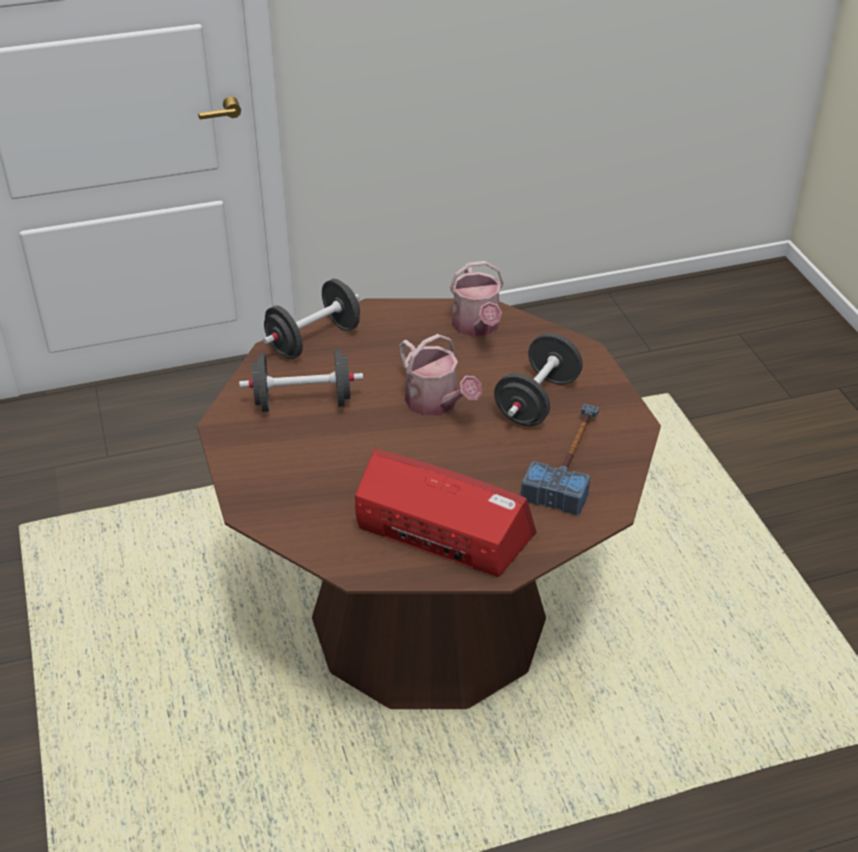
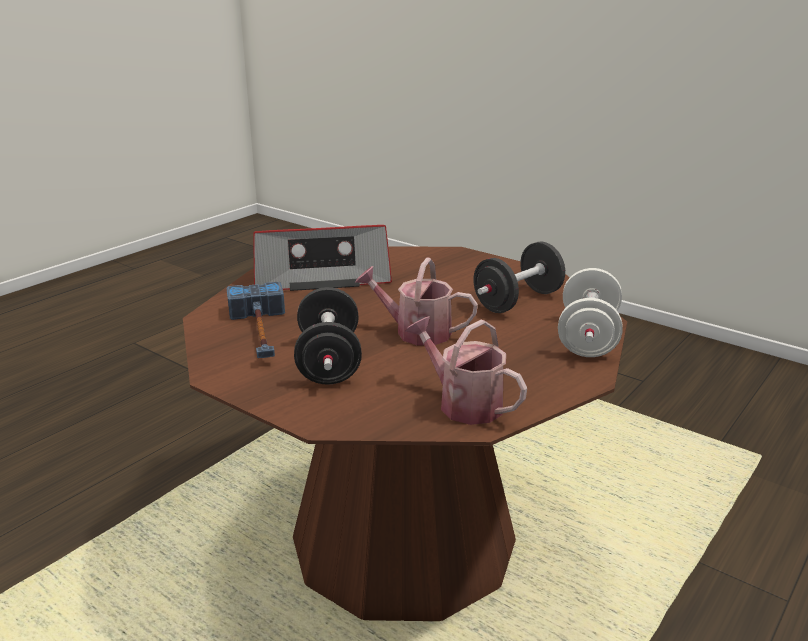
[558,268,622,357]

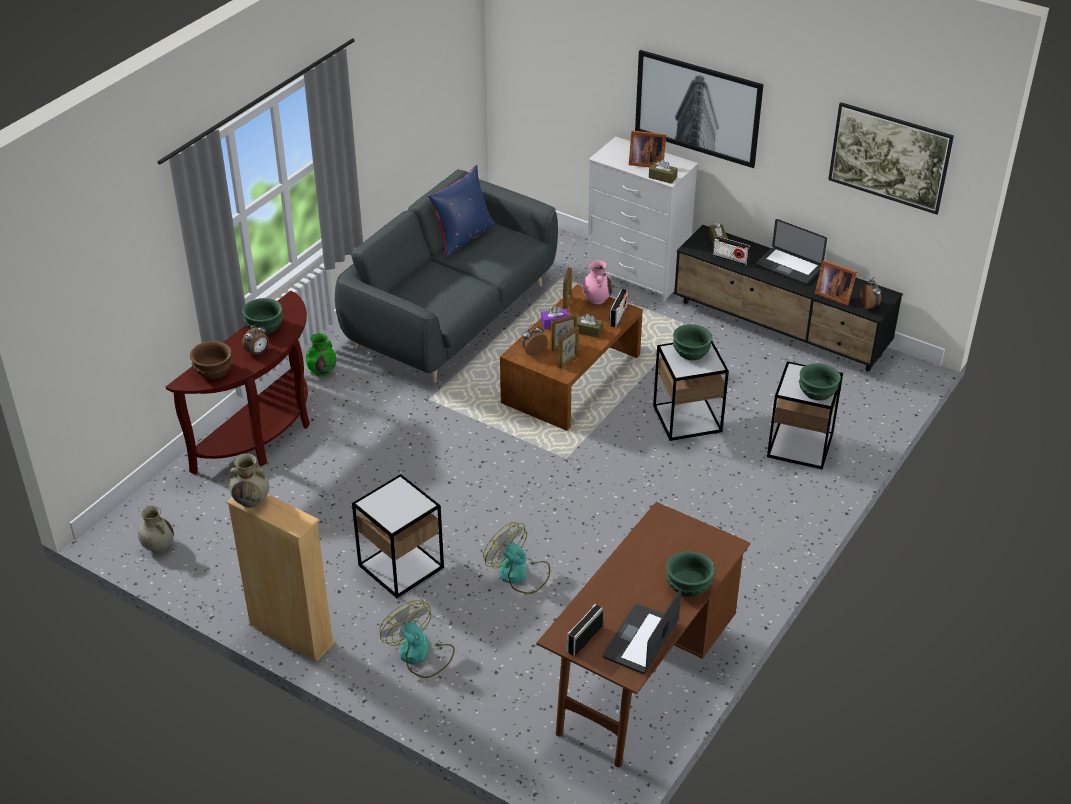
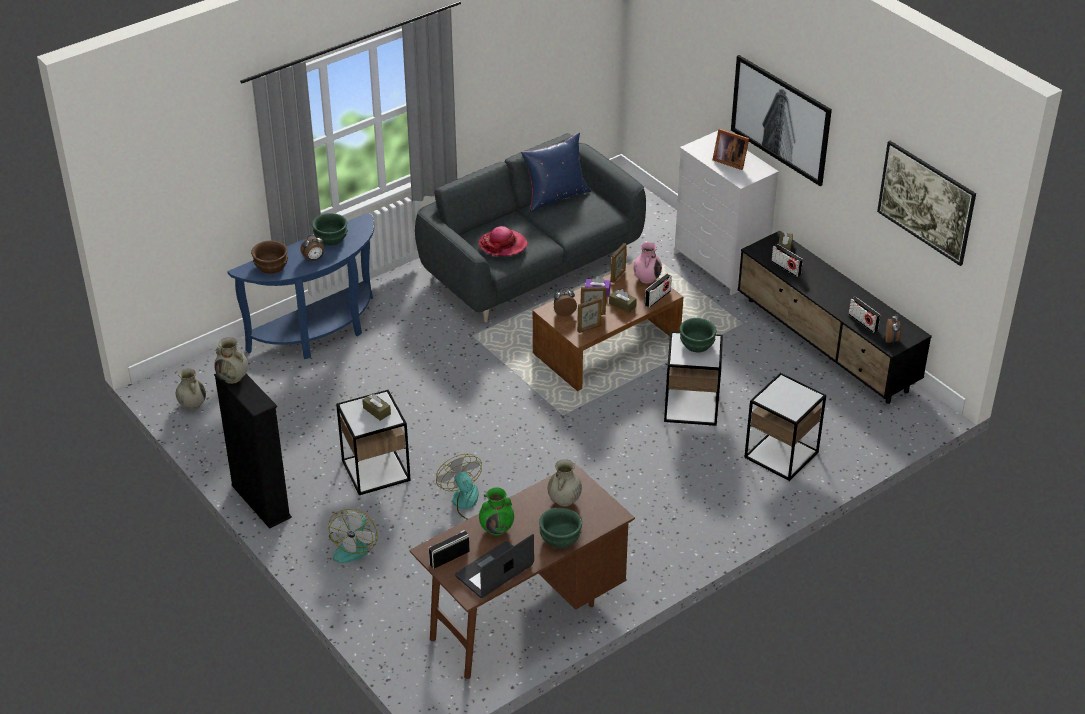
[756,219,827,285] (first image)
[799,363,841,401] (first image)
[478,226,528,256]
[548,459,582,507]
[479,487,514,536]
[362,393,391,421]
[848,297,880,333]
[227,212,374,359]
[214,374,292,529]
[328,509,377,563]

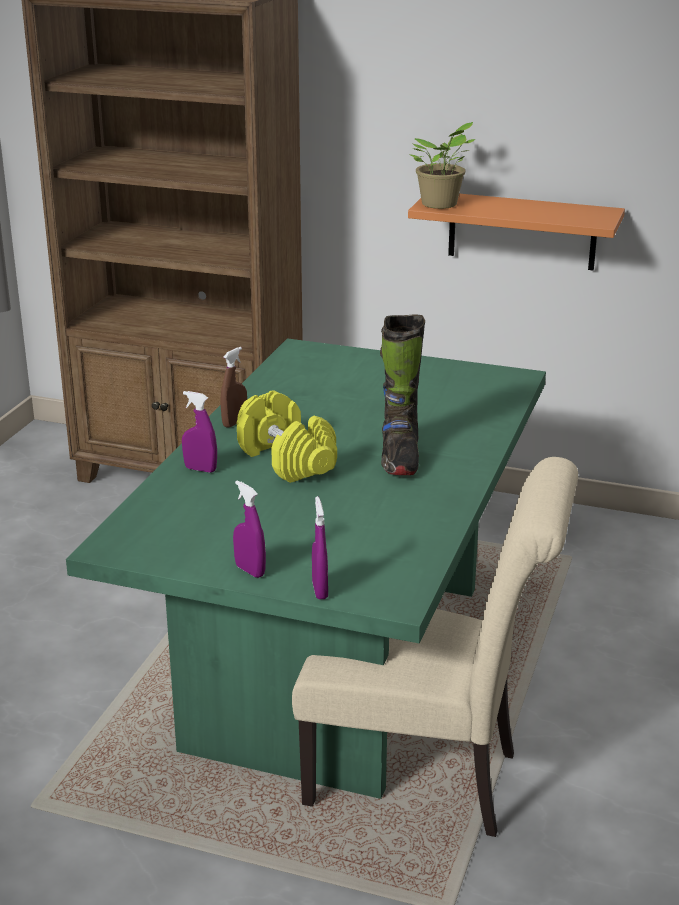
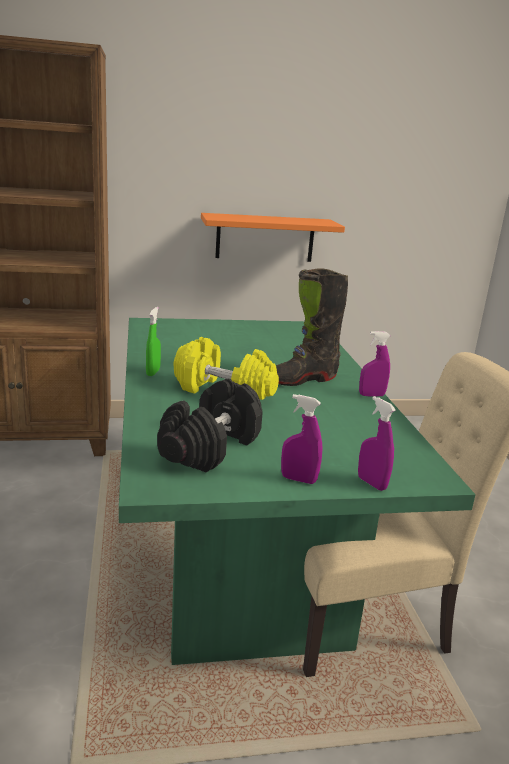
[409,122,475,209] (first image)
[157,379,263,472]
[359,331,391,396]
[146,307,161,376]
[276,268,348,386]

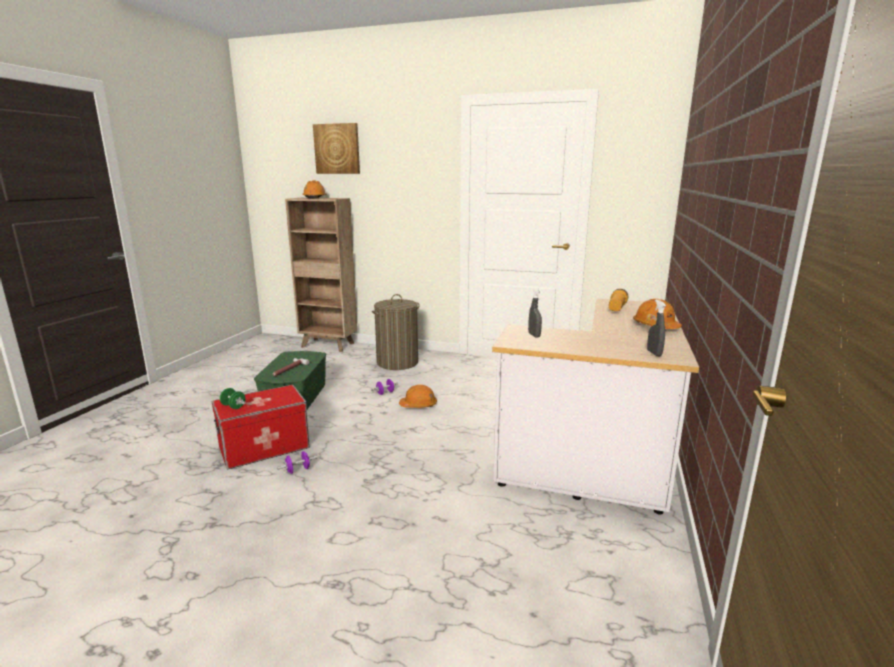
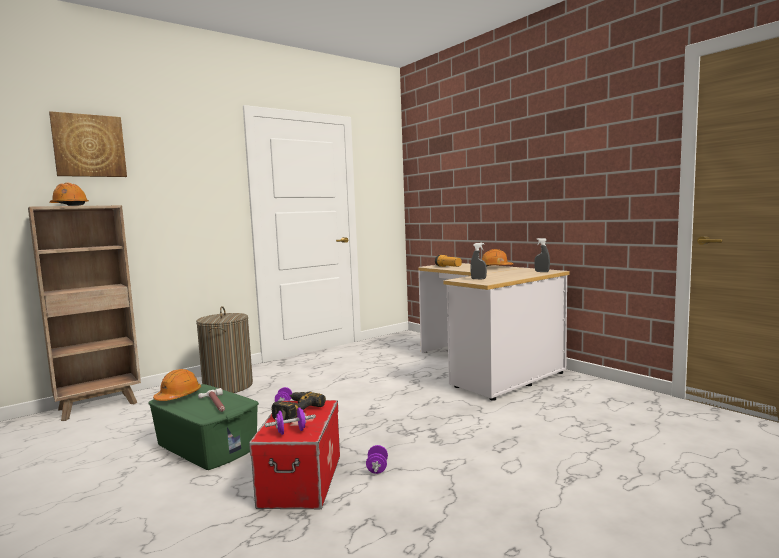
[271,391,326,423]
[153,369,201,401]
[265,407,316,435]

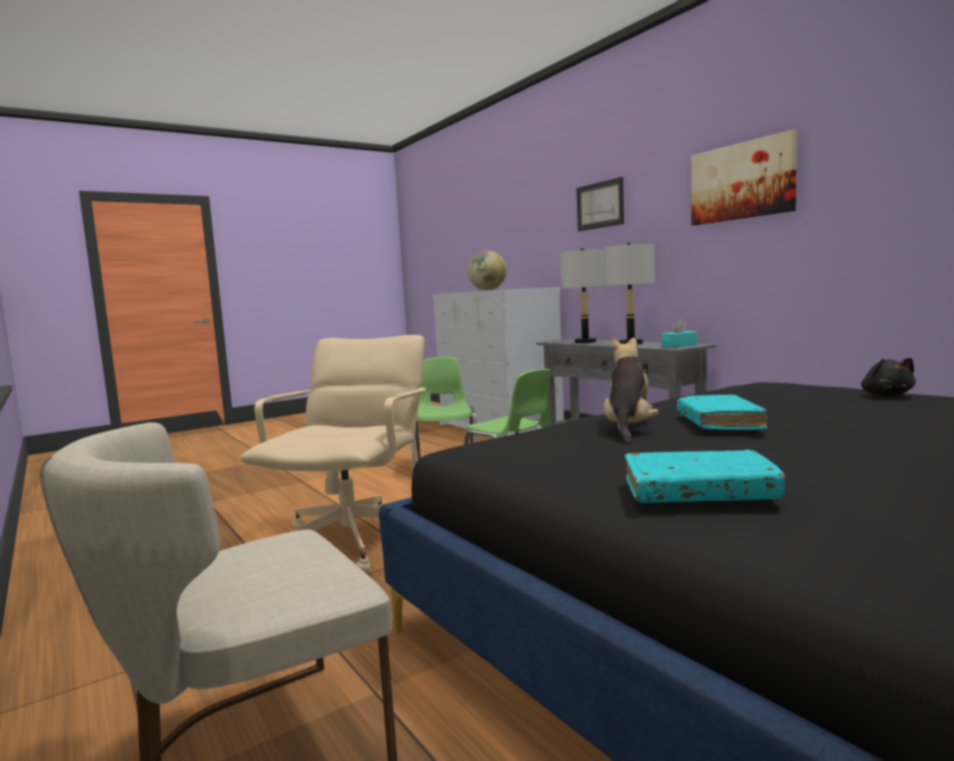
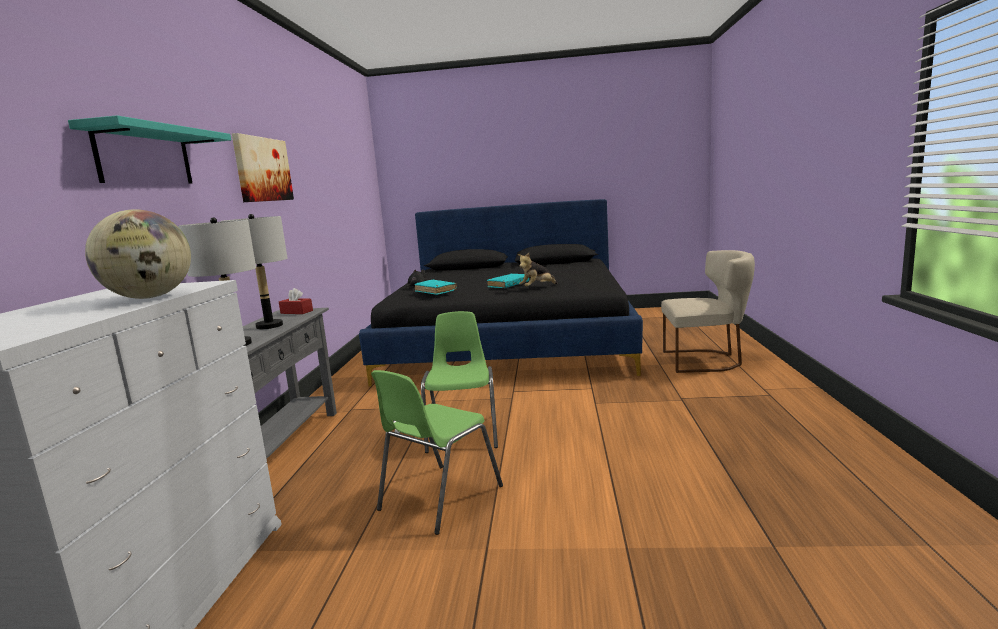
[240,335,426,573] (first image)
[415,280,457,295]
[68,115,231,184]
[279,288,313,314]

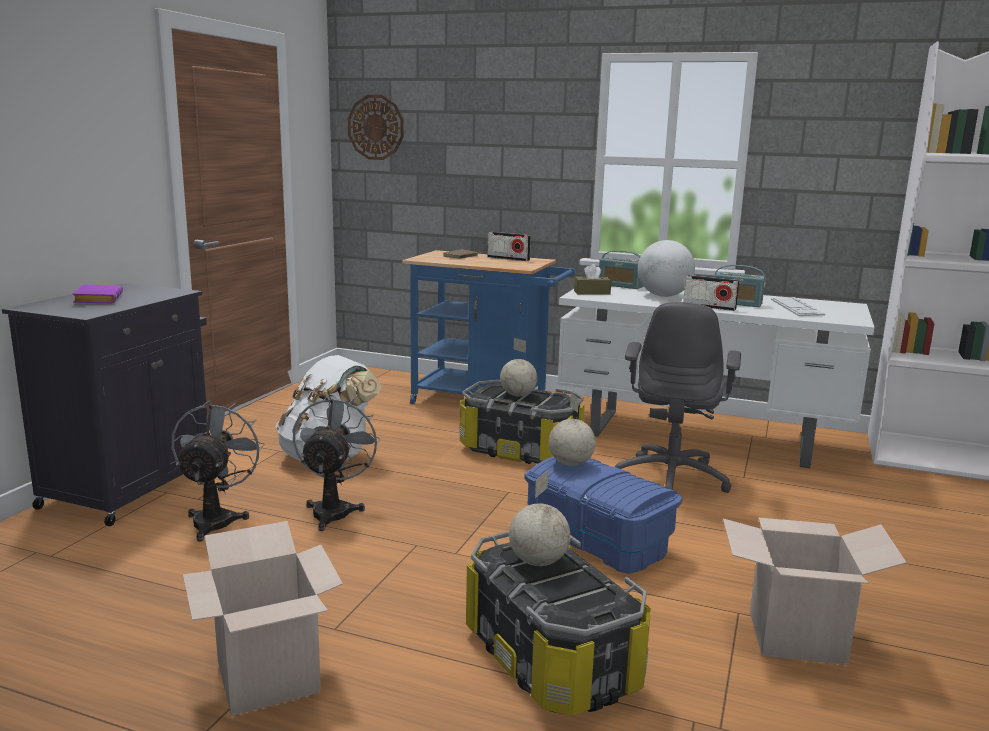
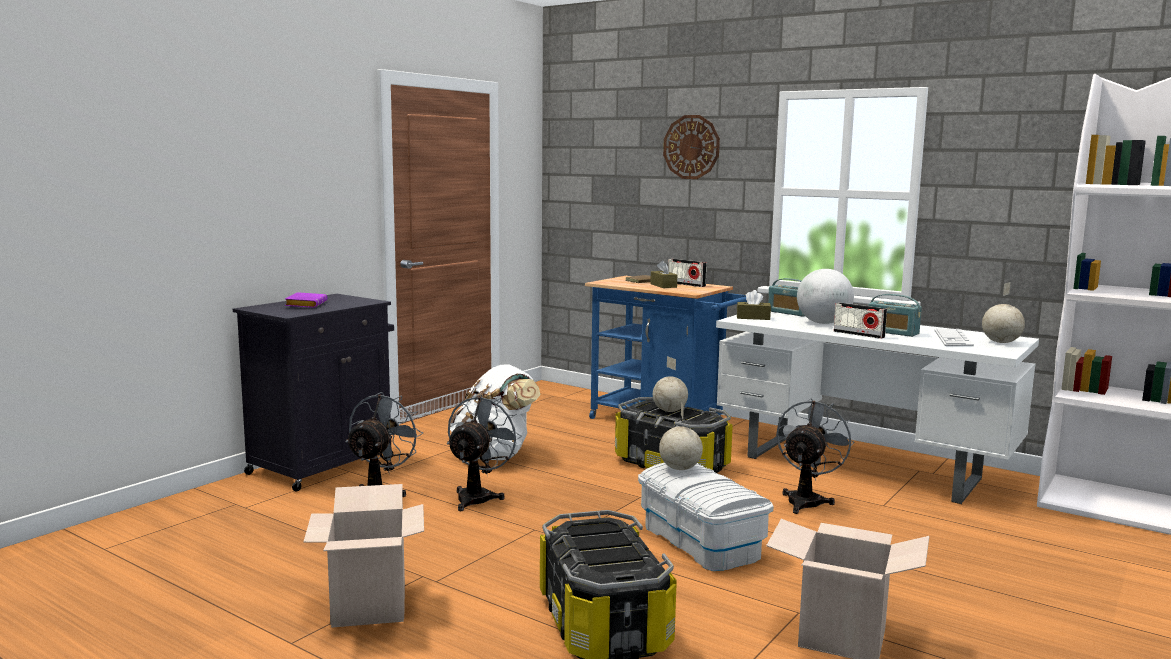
[650,260,677,288]
[663,115,720,179]
[982,282,1025,343]
[776,398,854,514]
[638,463,774,571]

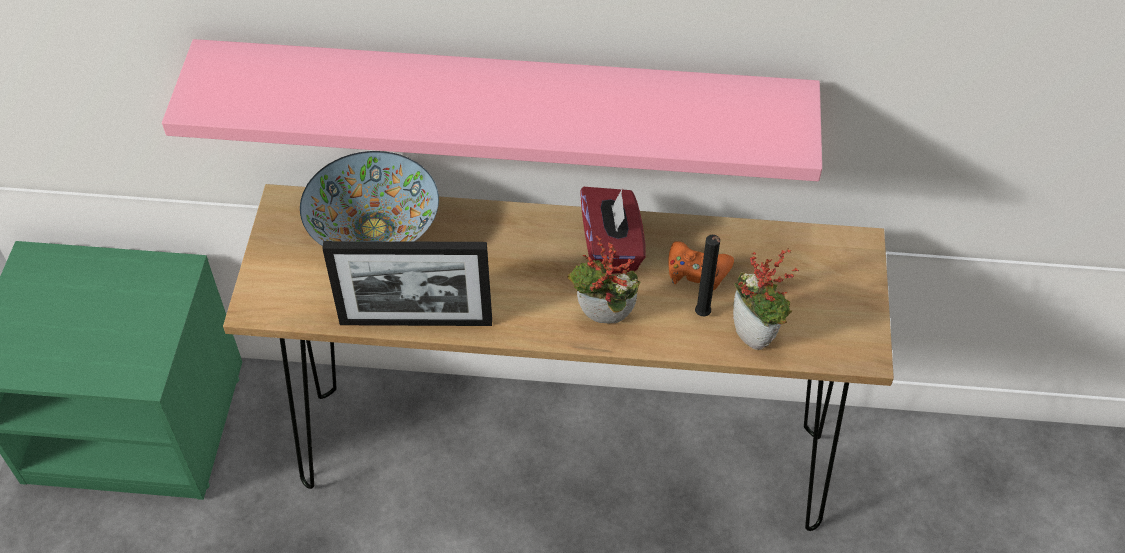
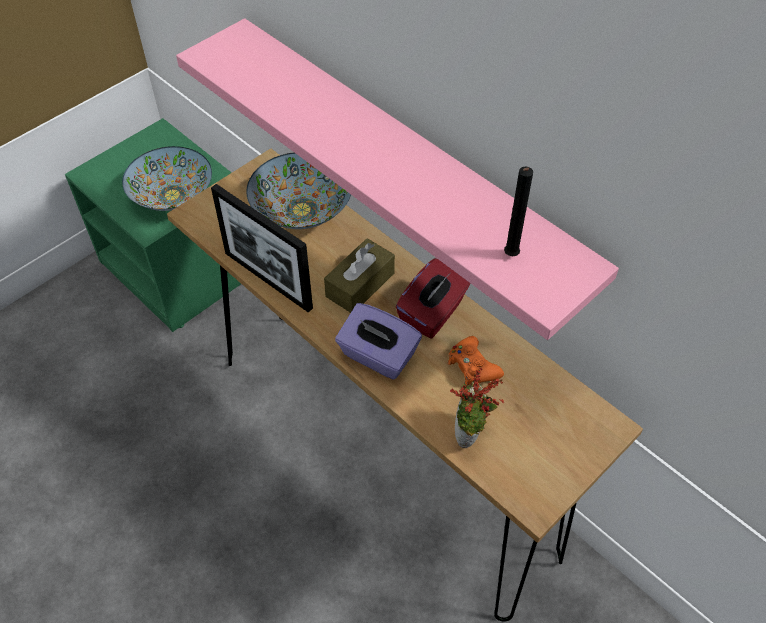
[122,146,212,211]
[324,238,395,313]
[504,166,533,256]
[335,303,422,380]

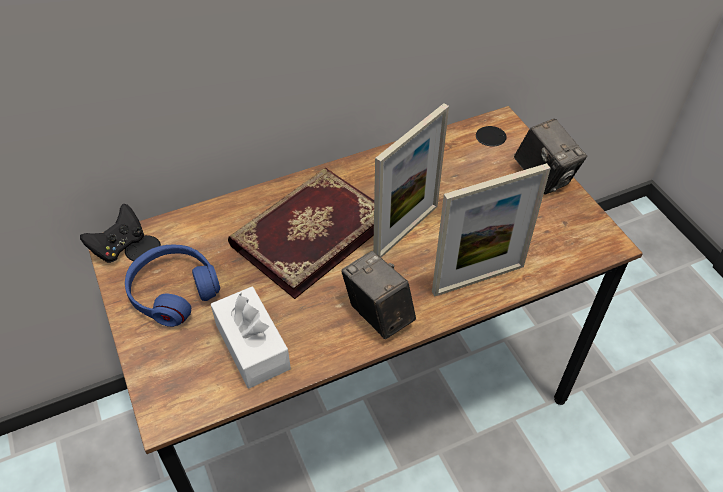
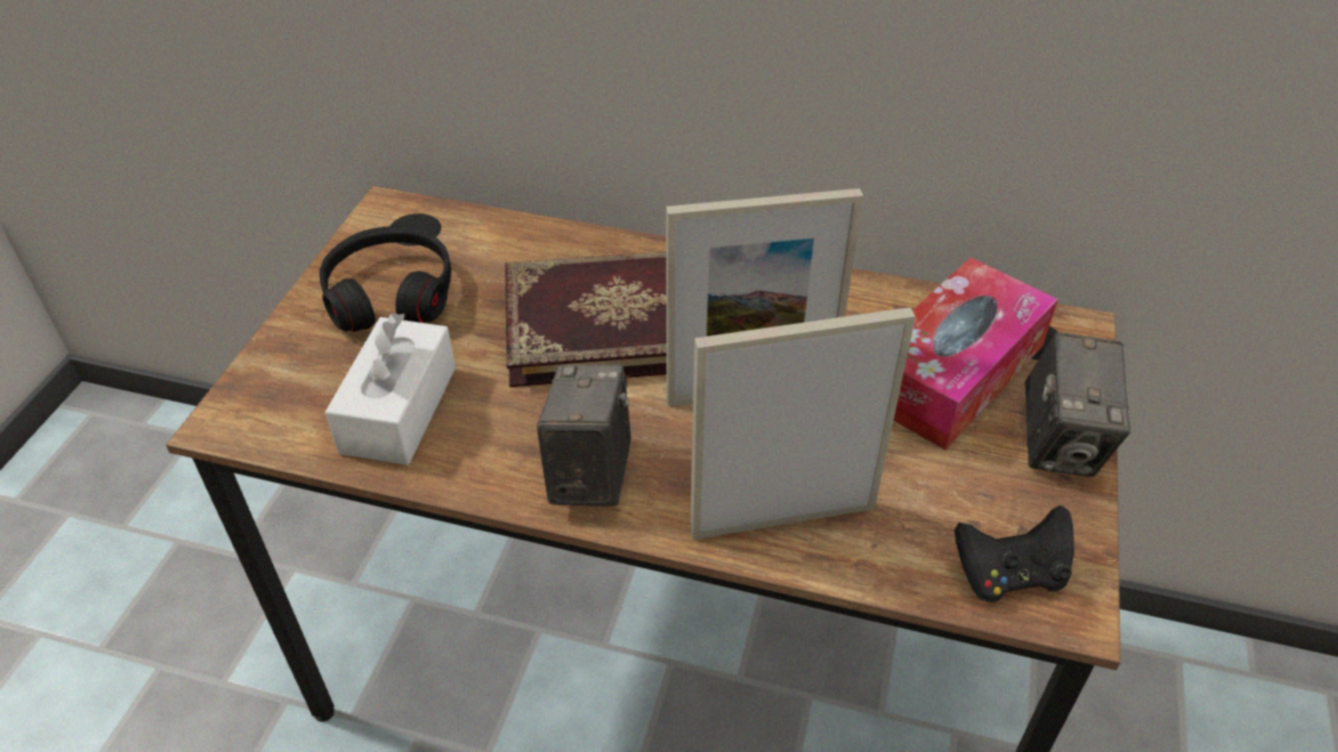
[894,257,1058,450]
[954,505,1074,603]
[319,226,451,332]
[690,307,916,540]

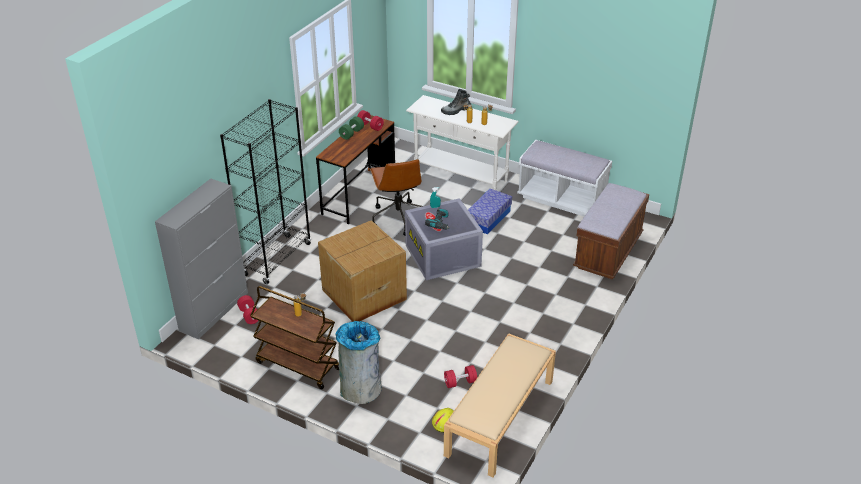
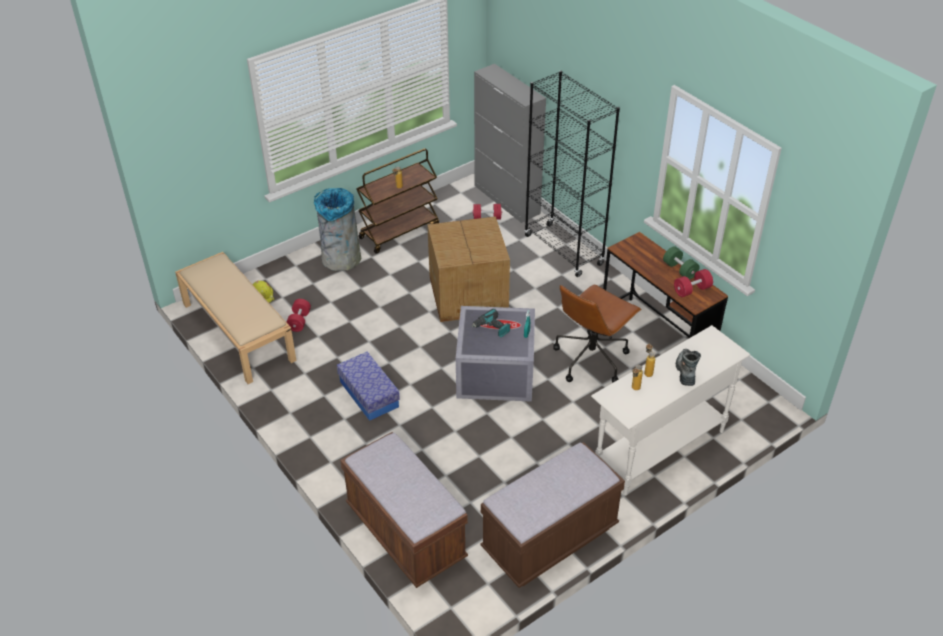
[337,352,400,421]
[481,442,625,588]
[553,284,642,383]

